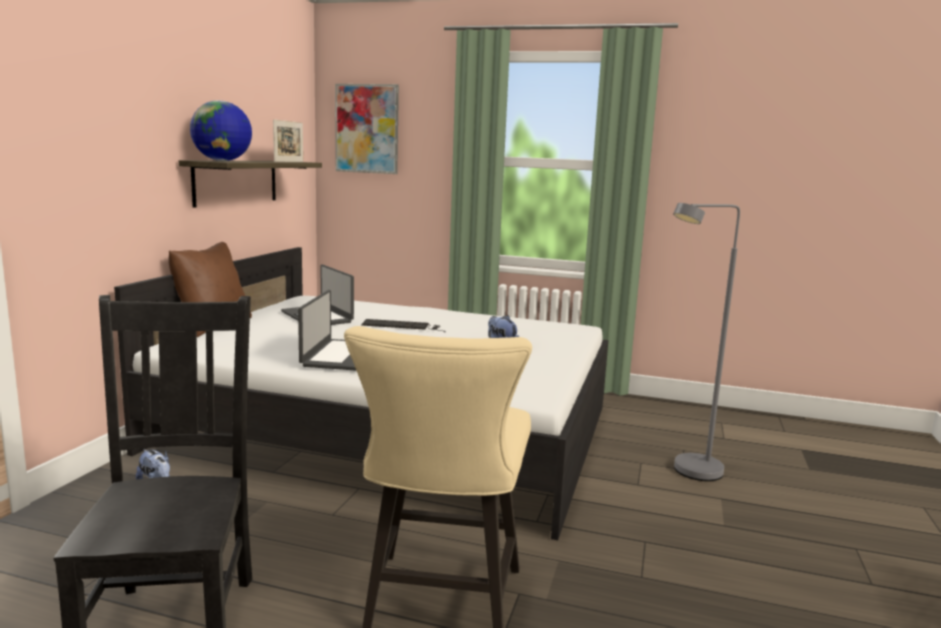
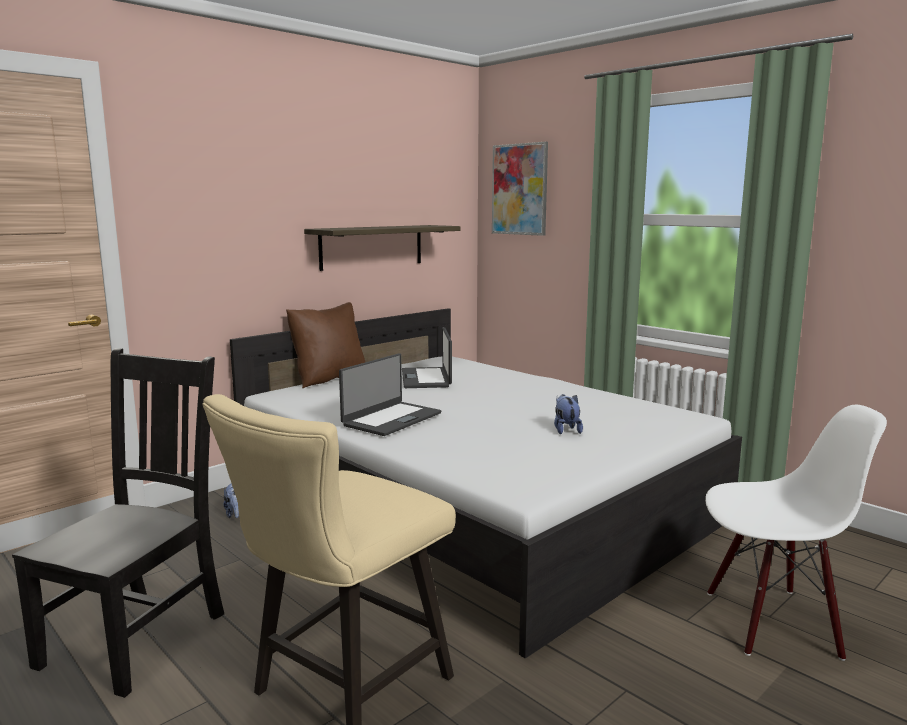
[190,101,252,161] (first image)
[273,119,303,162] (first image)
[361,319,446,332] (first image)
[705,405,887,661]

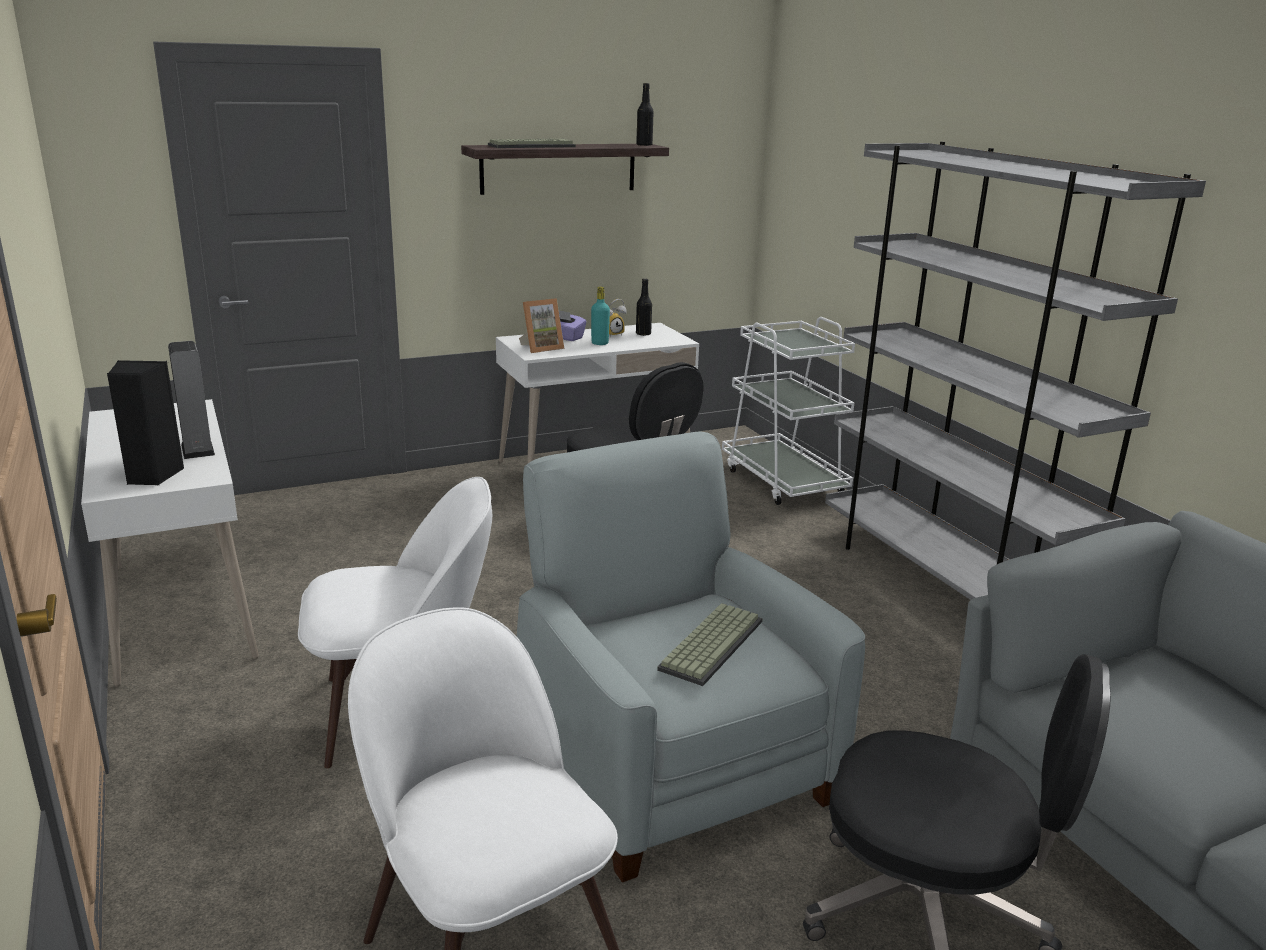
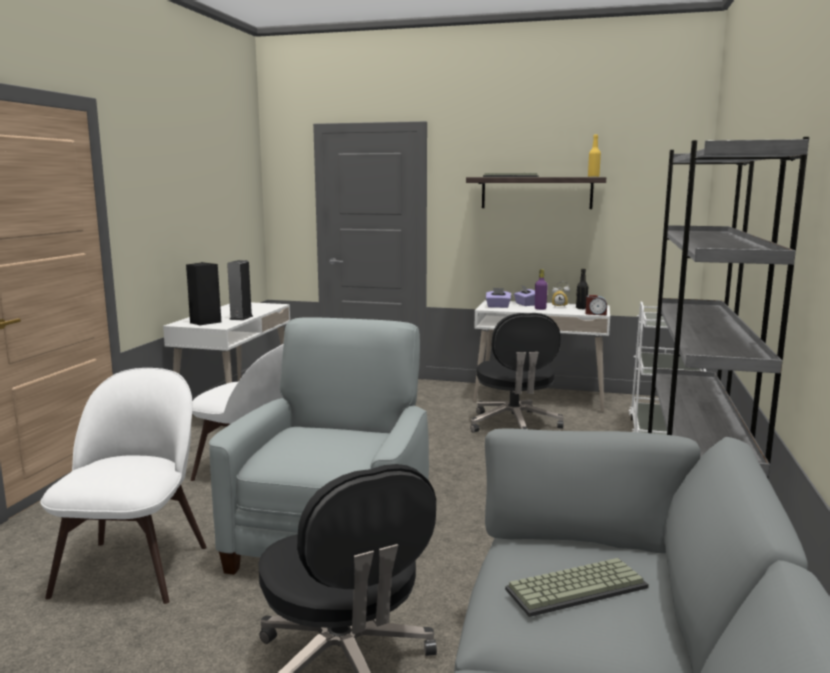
[585,295,607,315]
[505,558,649,617]
[486,288,511,308]
[535,269,548,310]
[588,134,601,177]

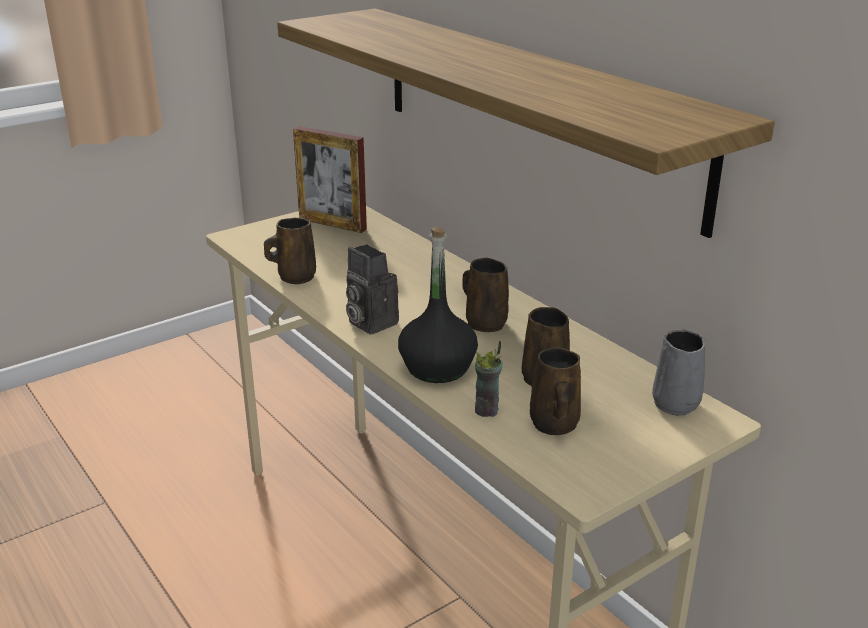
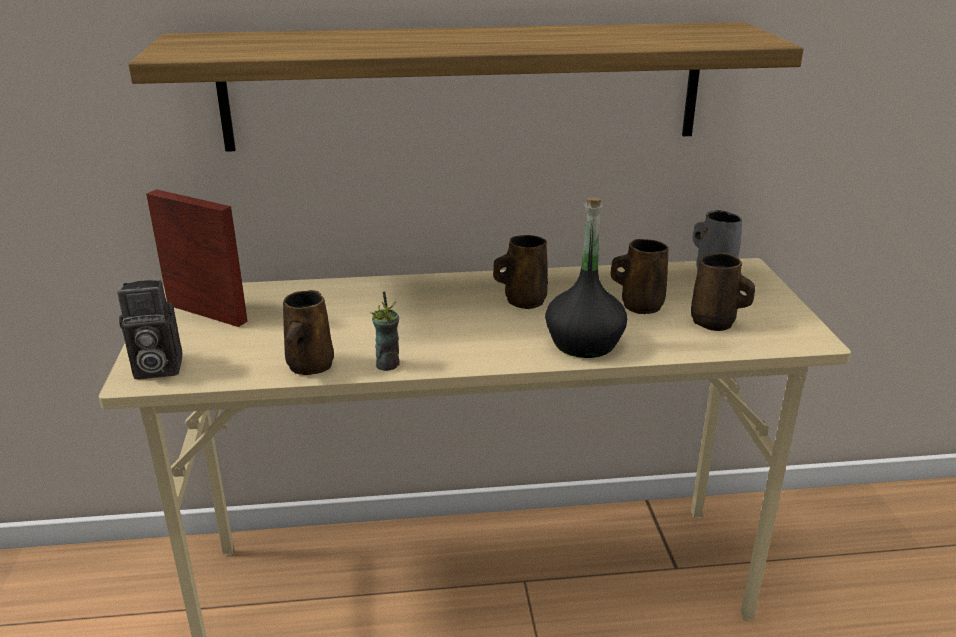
[117,280,182,379]
[370,291,400,371]
[146,189,248,327]

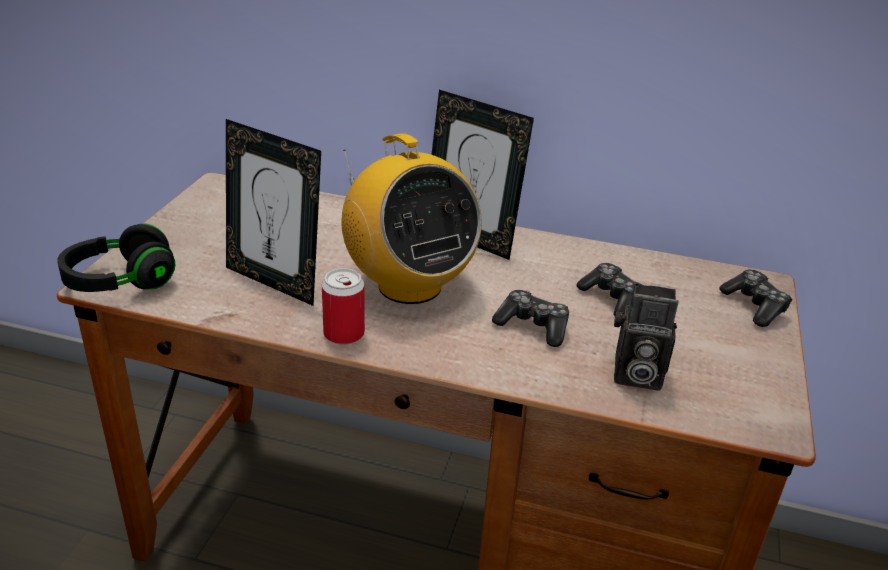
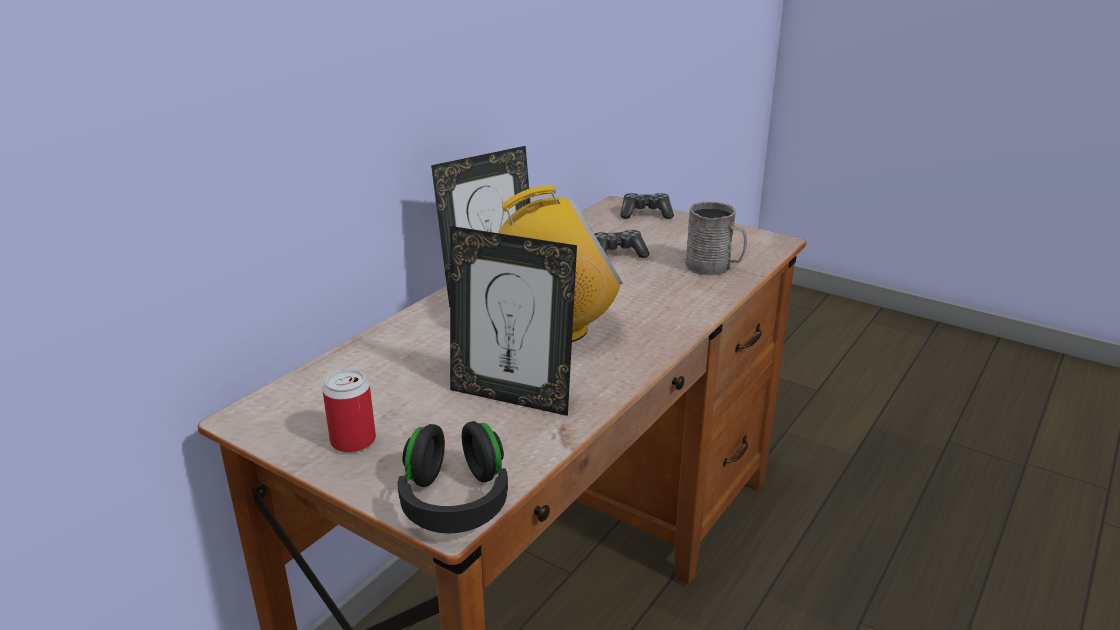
[492,290,569,347] (first image)
[322,369,376,453]
[685,201,747,276]
[450,226,577,416]

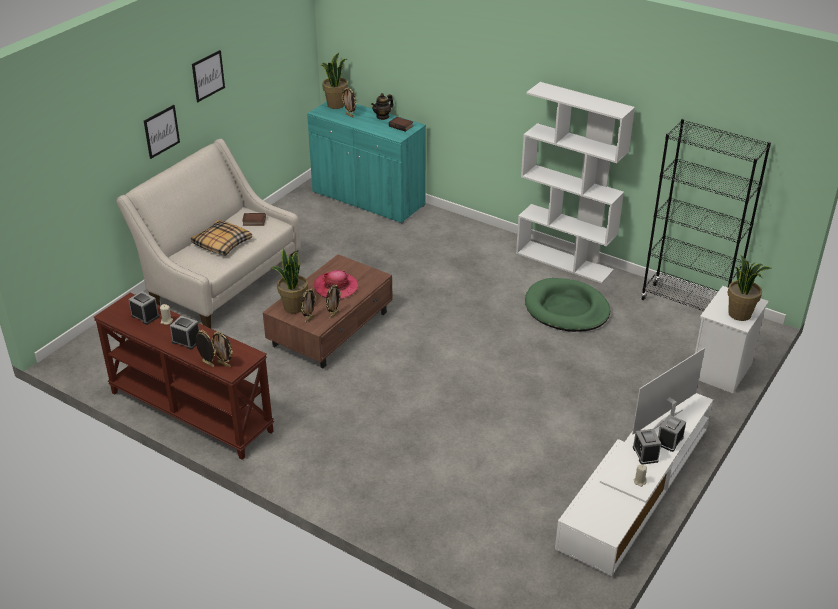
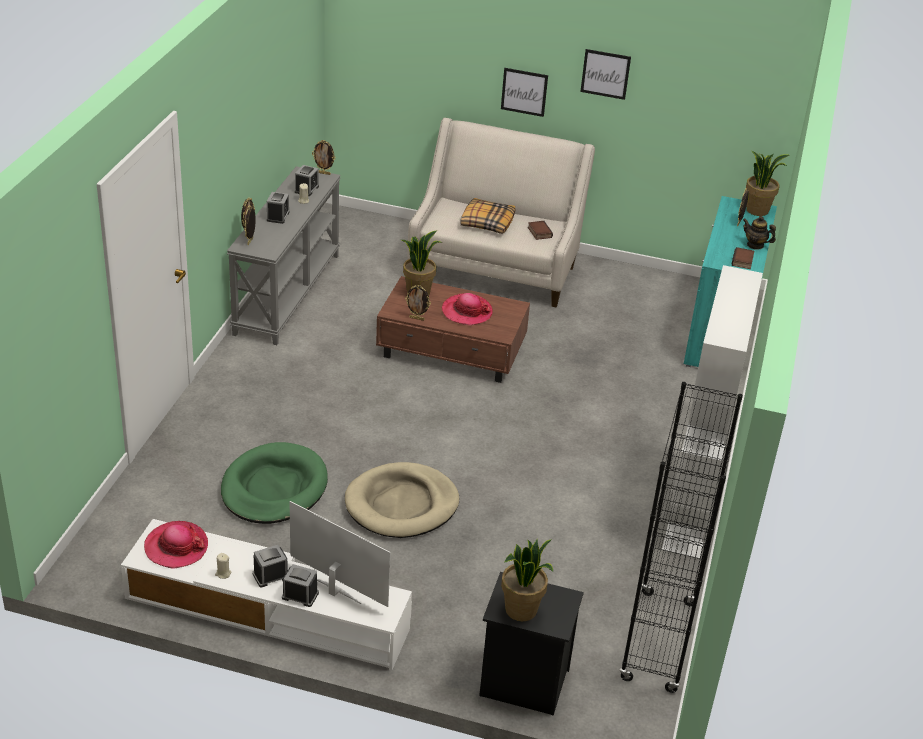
[144,521,208,569]
[345,462,459,538]
[312,140,336,175]
[221,442,328,524]
[227,166,341,345]
[479,572,584,716]

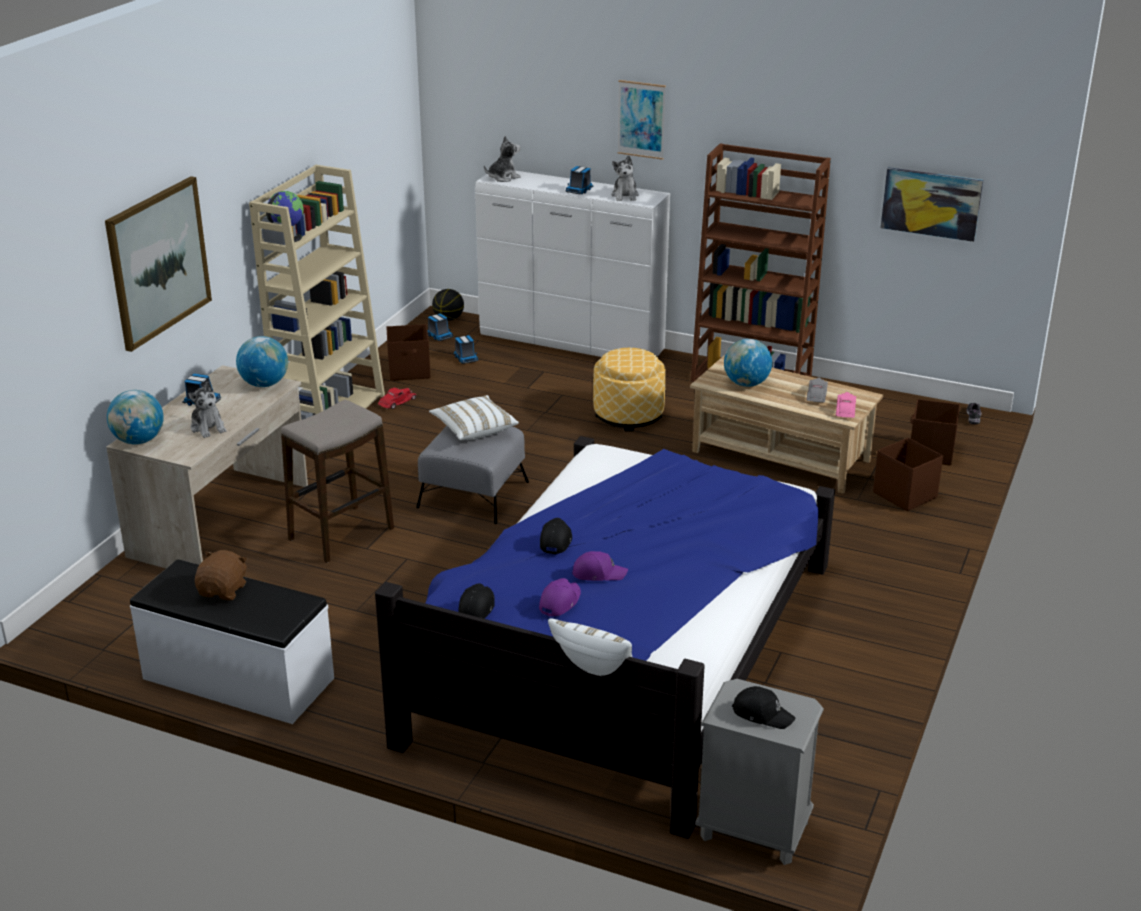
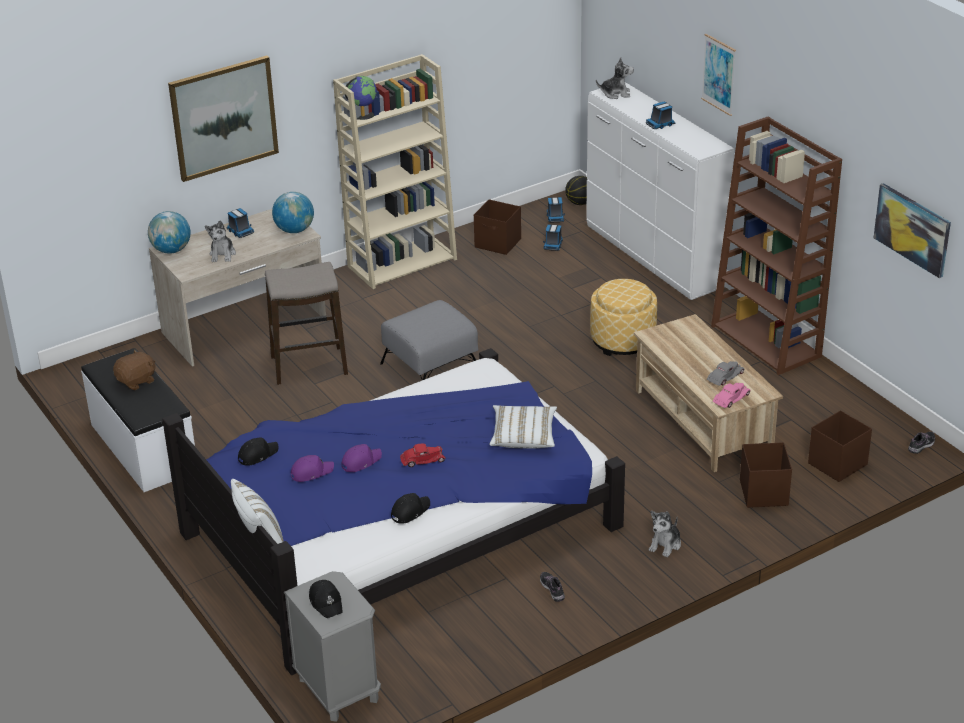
[724,339,772,387] (first image)
[540,572,565,602]
[400,443,446,467]
[490,405,557,448]
[391,493,430,523]
[649,511,681,557]
[342,444,382,472]

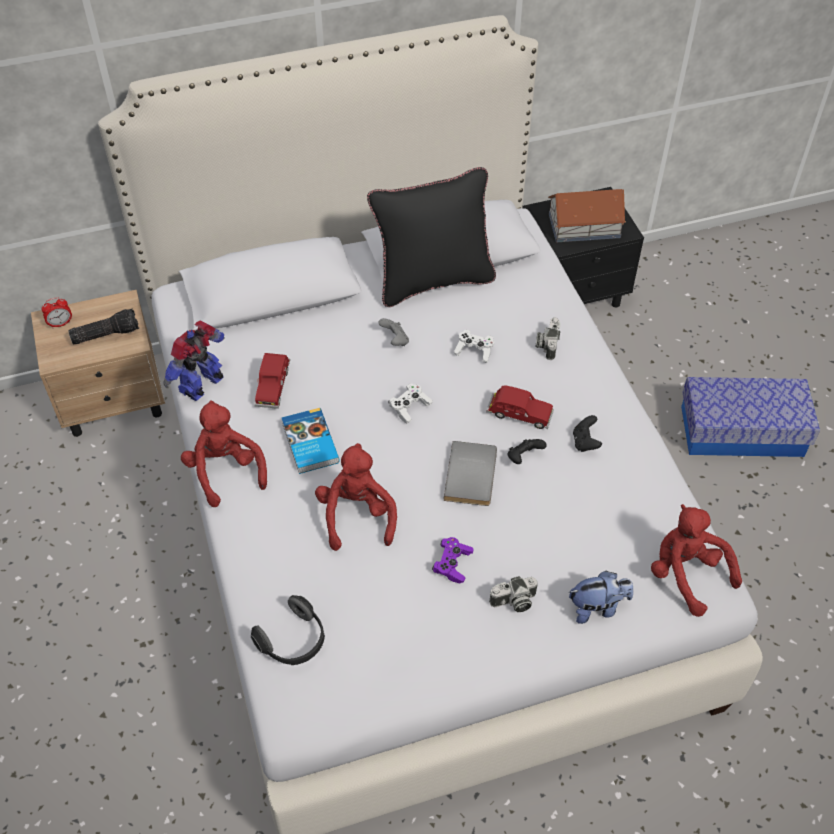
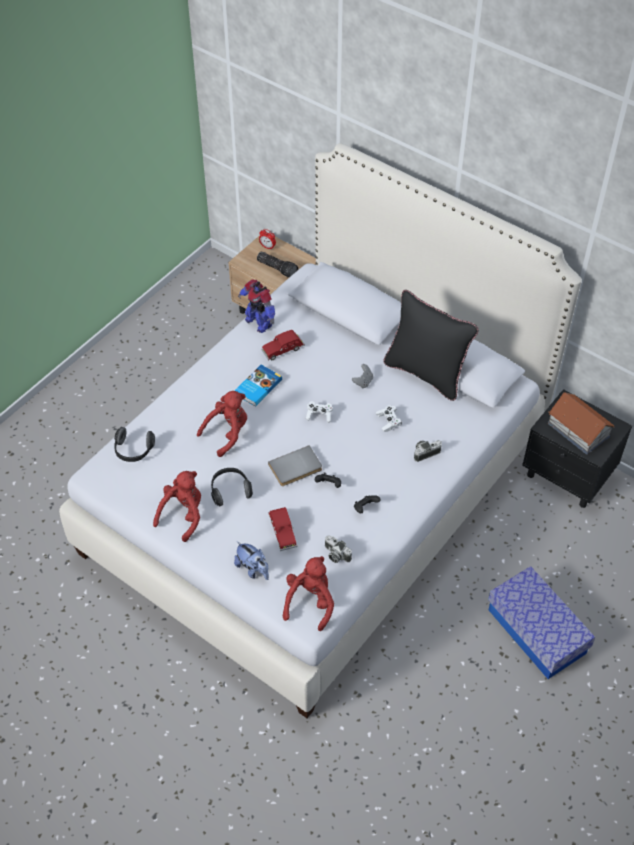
[153,471,201,542]
[268,507,297,551]
[325,535,352,563]
[211,468,253,506]
[238,279,275,333]

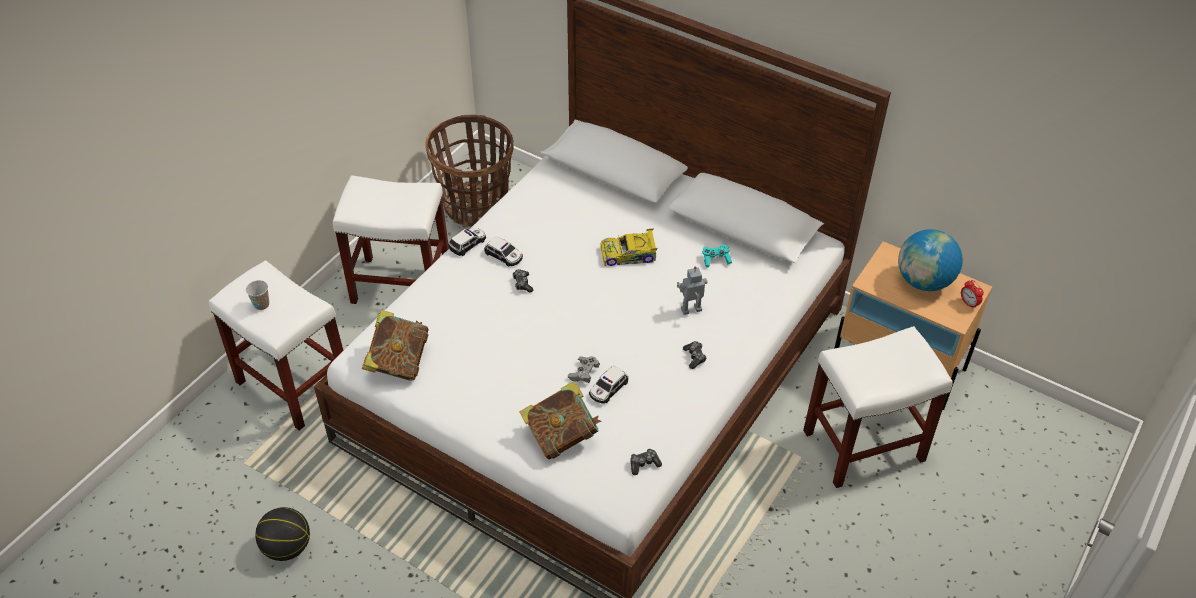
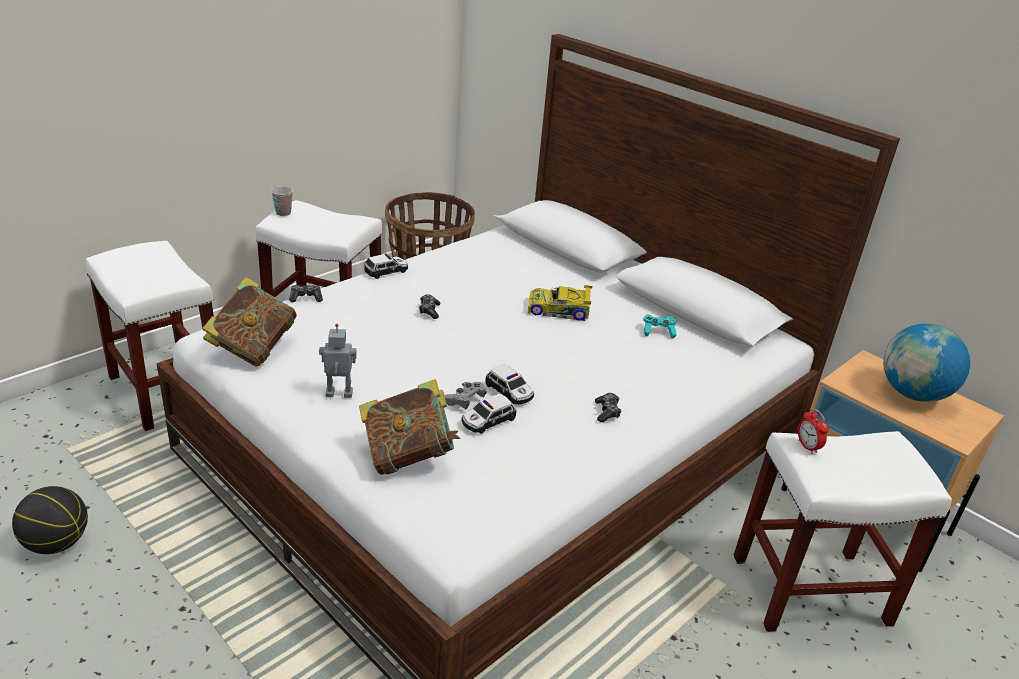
[271,186,293,216]
[485,364,534,404]
[289,285,323,302]
[319,324,357,398]
[798,409,829,454]

